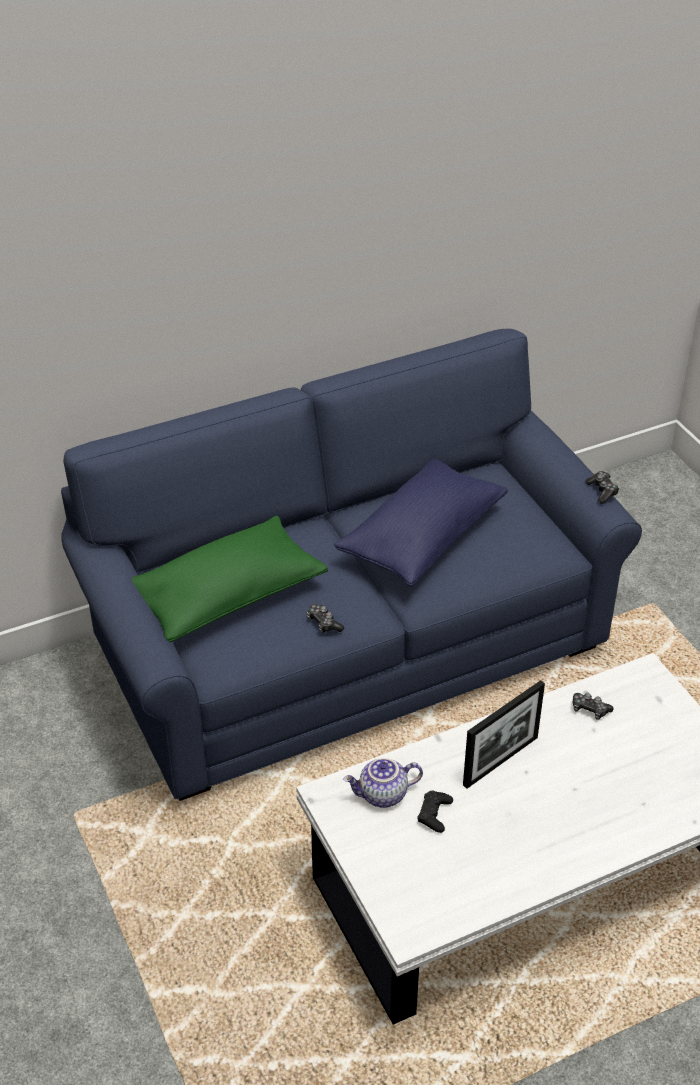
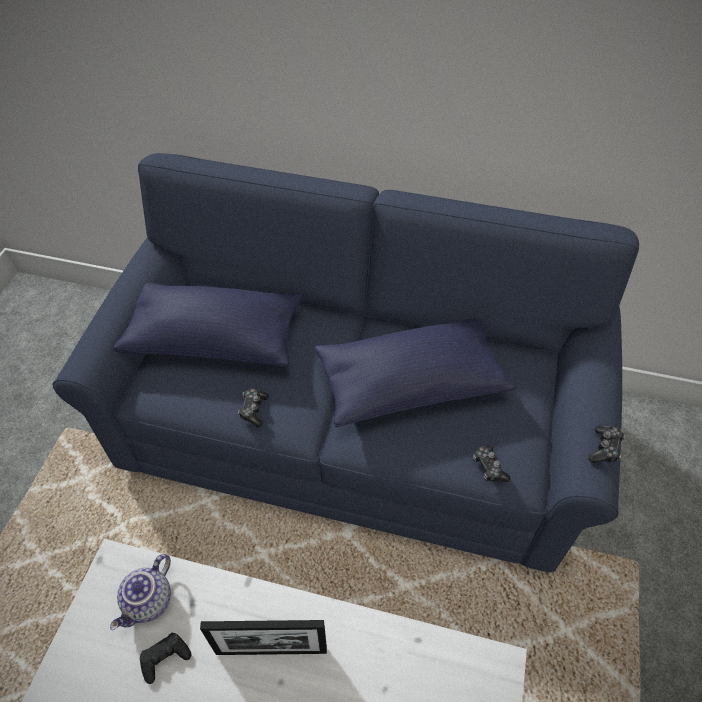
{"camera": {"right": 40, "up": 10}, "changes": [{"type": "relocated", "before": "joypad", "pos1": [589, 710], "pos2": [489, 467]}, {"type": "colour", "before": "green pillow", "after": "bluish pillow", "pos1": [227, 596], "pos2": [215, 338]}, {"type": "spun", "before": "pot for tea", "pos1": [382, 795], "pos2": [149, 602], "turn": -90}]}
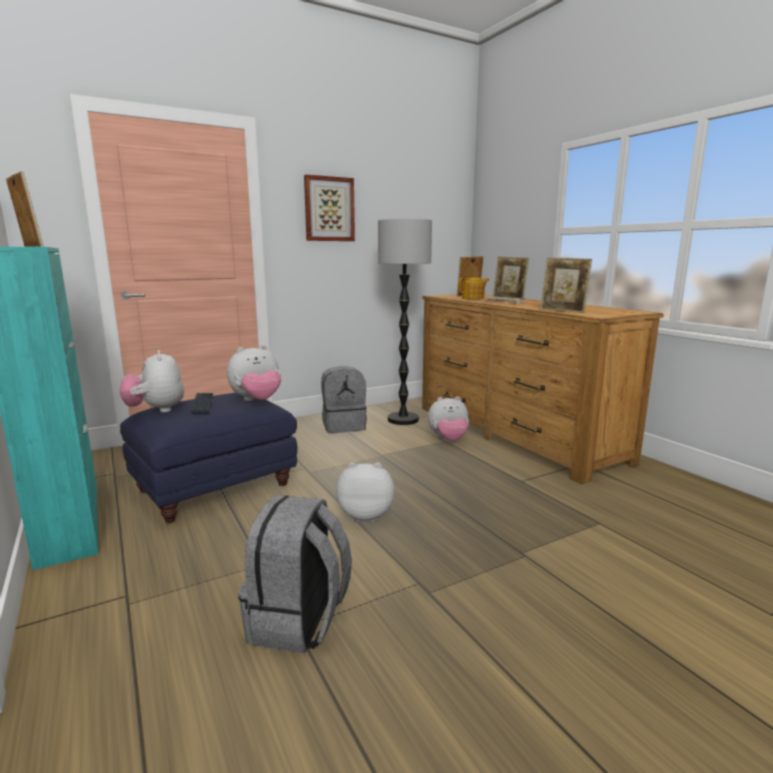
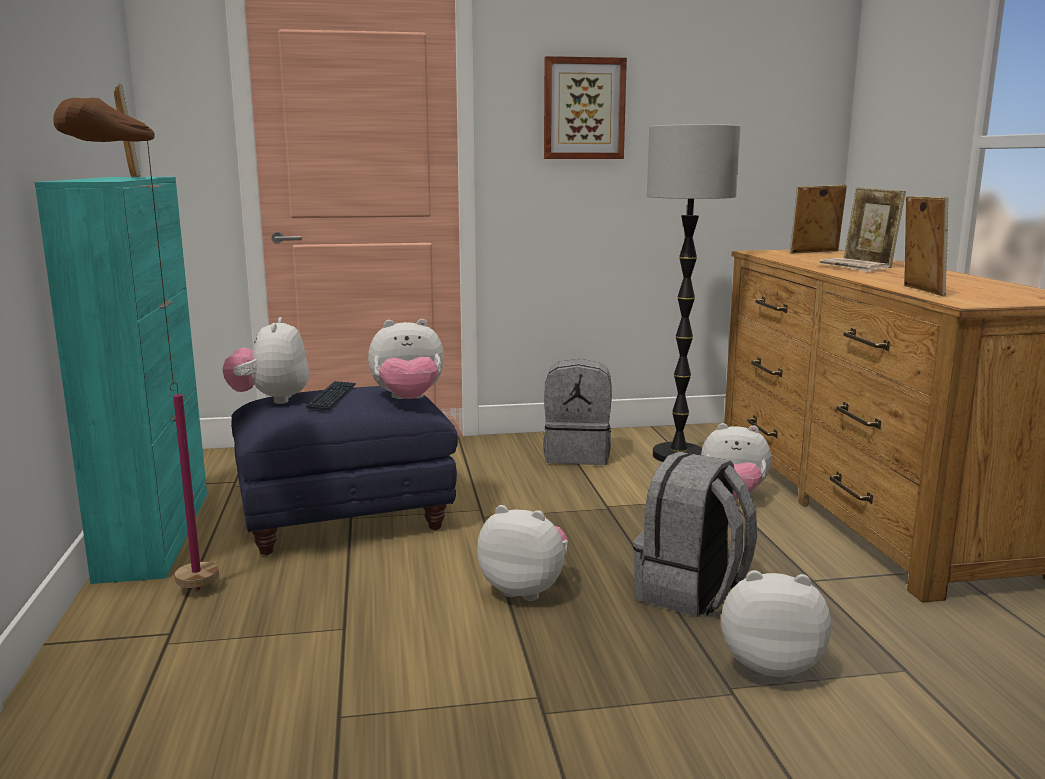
{"camera": {"right": 20, "up": 0}, "changes": [{"type": "missing", "before": "pot for tea", "pos1": [473, 298]}, {"type": "appeared", "after": "brown-coloured floor lamp", "pos2": [172, 606]}, {"type": "appeared", "after": "plush toy", "pos2": [769, 665]}, {"type": "relocated", "before": "greyish knapsack", "pos1": [299, 621], "pos2": [691, 593]}, {"type": "spun", "before": "photo frame", "pos1": [562, 311], "pos2": [919, 291], "turn": -150}]}
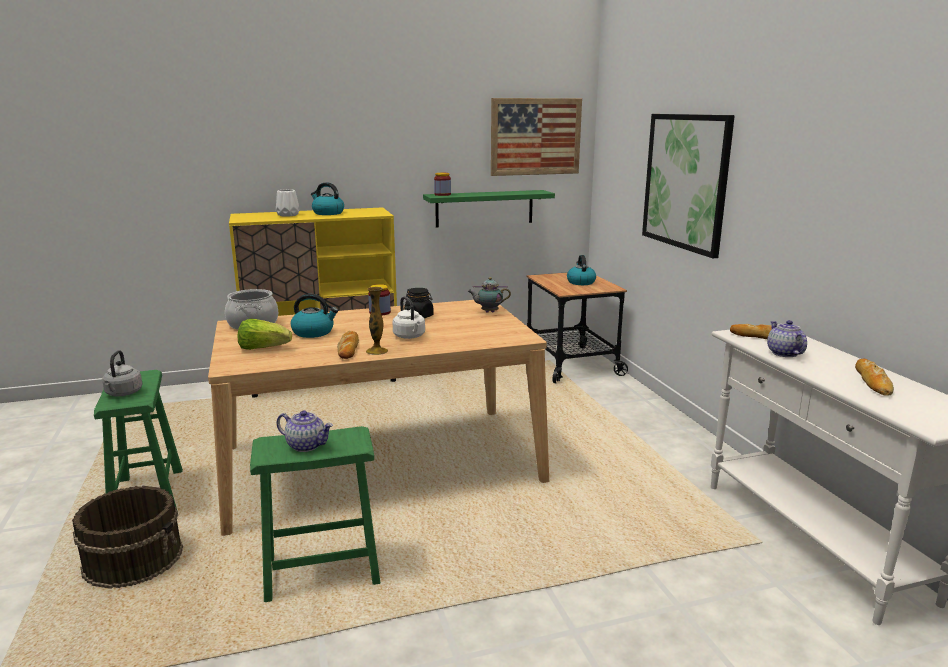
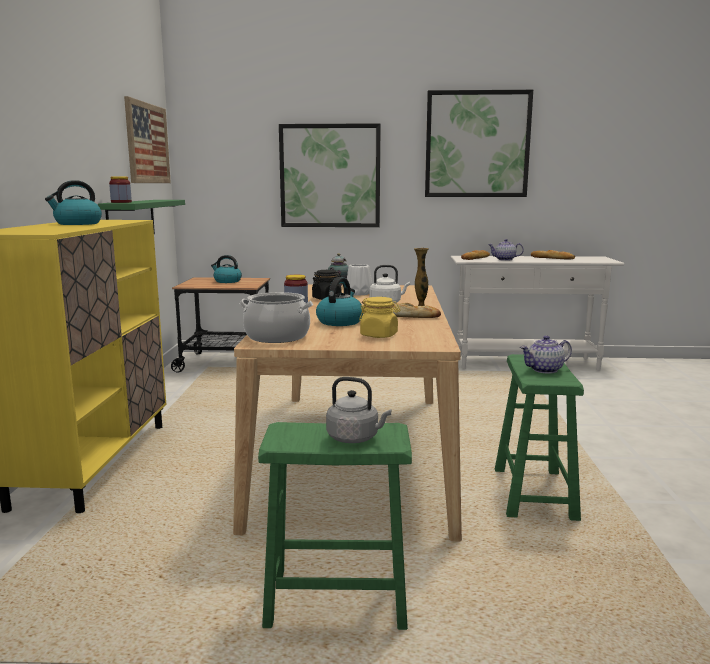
{"camera": {"right": -70, "up": -5}, "changes": [{"type": "missing", "before": "brown-coloured water bucket", "pos1": [134, 559]}, {"type": "appeared", "after": "wall picture", "pos2": [477, 144]}, {"type": "relocated", "before": "whitish flower vase", "pos1": [287, 215], "pos2": [359, 293]}, {"type": "exchanged", "before": "lettuce head", "after": "yellow-coloured storage jar", "pos1": [263, 348], "pos2": [379, 335]}, {"type": "spun", "before": "pot for tea", "pos1": [307, 445], "pos2": [544, 370], "turn": -150}]}
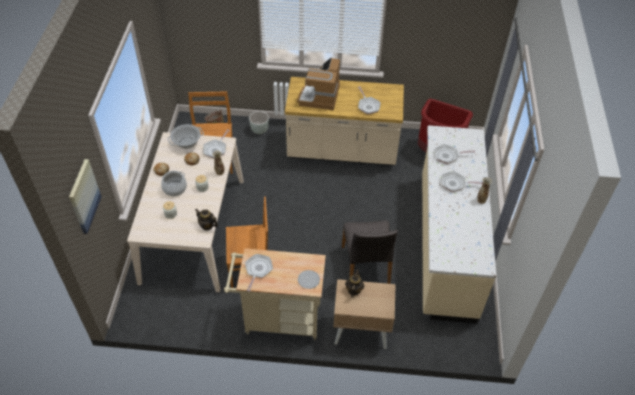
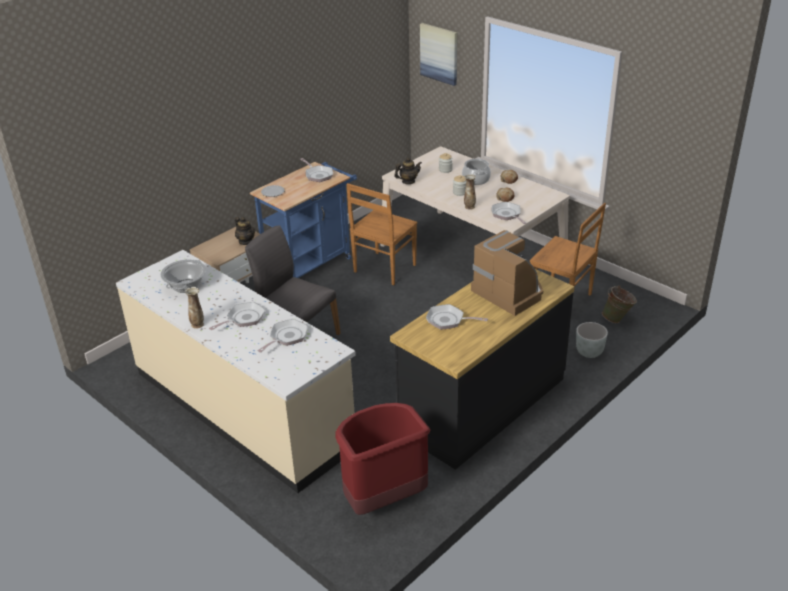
{"camera": {"right": 130, "up": -15}, "changes": [{"type": "relocated", "before": "cooking pot", "pos1": [186, 143], "pos2": [186, 286]}, {"type": "colour", "before": "beige-coloured cart", "after": "bluish cart", "pos1": [278, 319], "pos2": [312, 263]}, {"type": "colour", "before": "beige-coloured kitchen counter", "after": "blackish kitchen counter", "pos1": [342, 151], "pos2": [481, 404]}]}
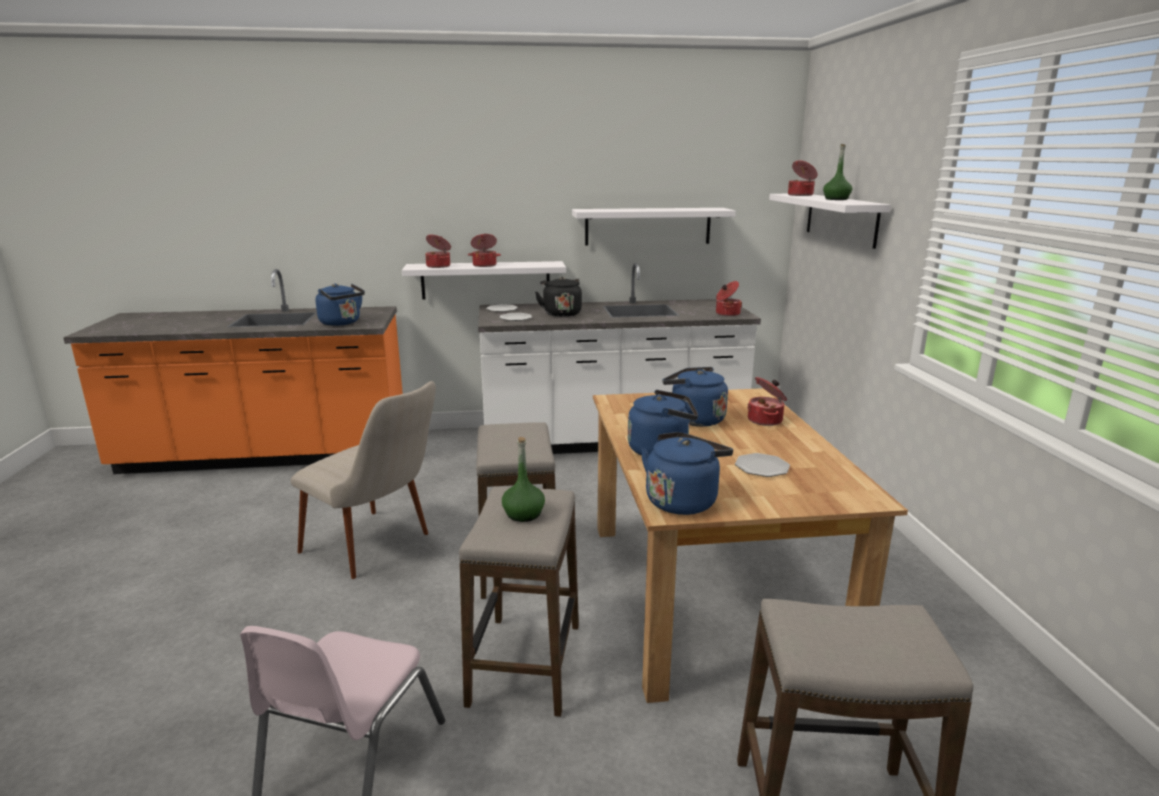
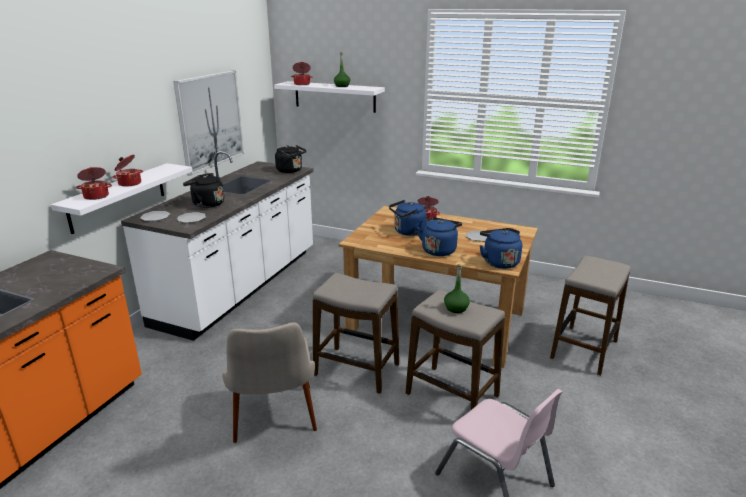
{"camera": {"right": -60, "up": 5}, "changes": [{"type": "missing", "before": "bluish tea kettle", "pos1": [342, 323]}, {"type": "exchanged", "before": "whitish shelf", "after": "wall picture", "pos1": [648, 226], "pos2": [210, 121]}, {"type": "exchanged", "before": "cooking pot", "after": "blackish tea kettle", "pos1": [727, 314], "pos2": [291, 171]}, {"type": "spun", "before": "beige-coloured chair", "pos1": [379, 549], "pos2": [274, 424], "turn": 105}]}
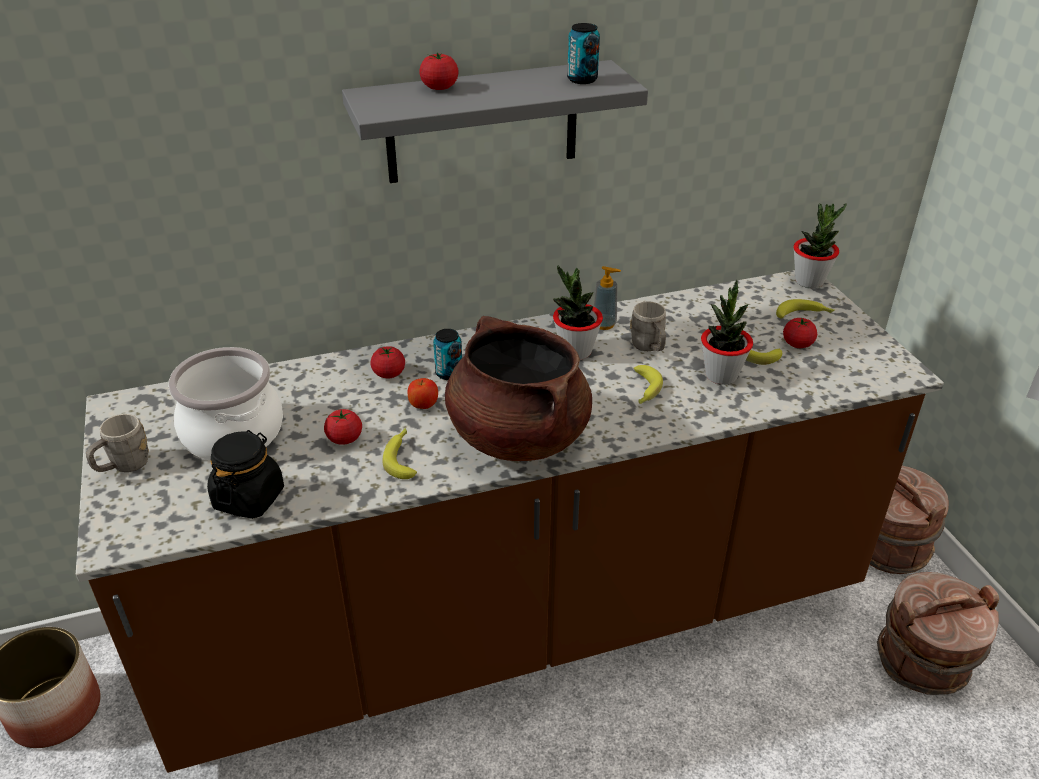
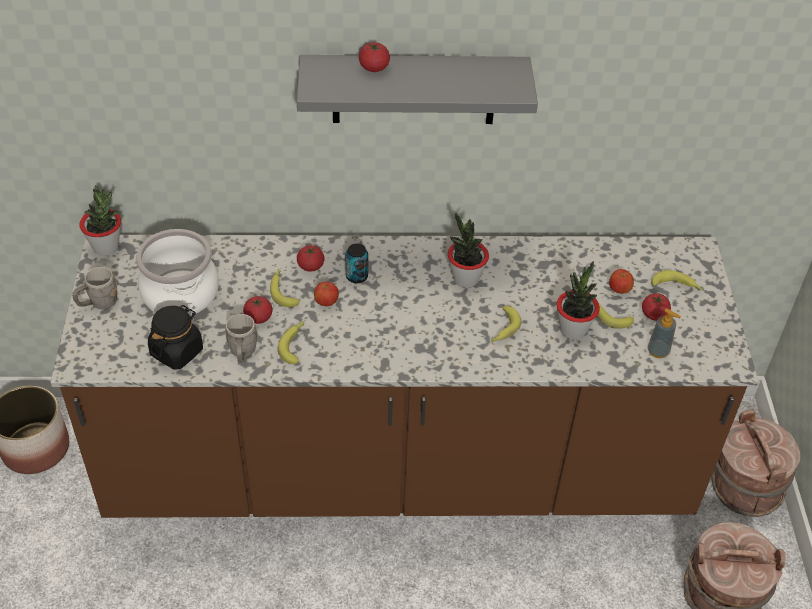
{"camera": {"right": 15, "up": 10}, "changes": [{"type": "missing", "before": "brown-coloured cooking pot", "pos1": [517, 436]}, {"type": "missing", "before": "sealed can", "pos1": [582, 79]}, {"type": "appeared", "after": "banana", "pos2": [283, 290]}, {"type": "appeared", "after": "whole apple", "pos2": [619, 290]}, {"type": "relocated", "before": "soap bottle", "pos1": [604, 324], "pos2": [658, 351]}, {"type": "relocated", "before": "greyish mug", "pos1": [649, 347], "pos2": [242, 353]}, {"type": "relocated", "before": "houseplant", "pos1": [809, 281], "pos2": [106, 247]}]}
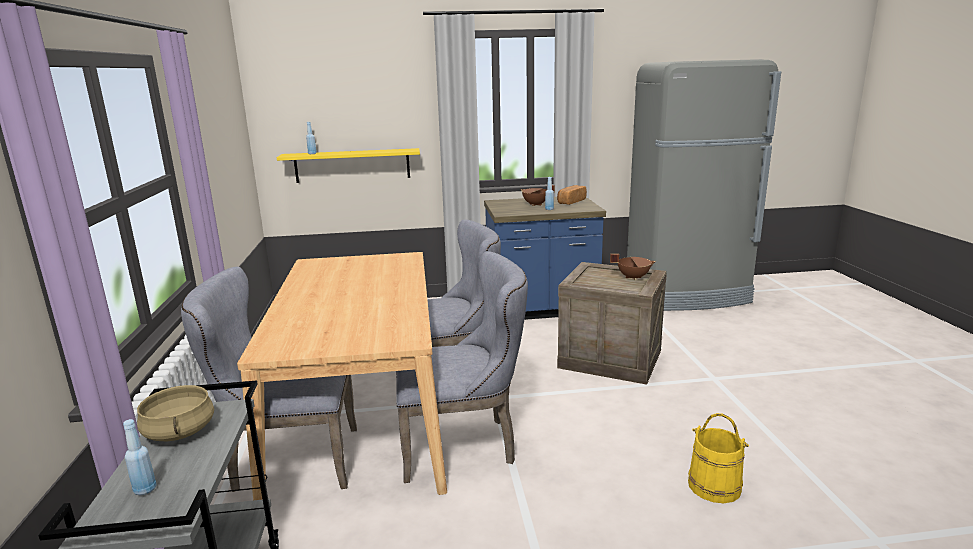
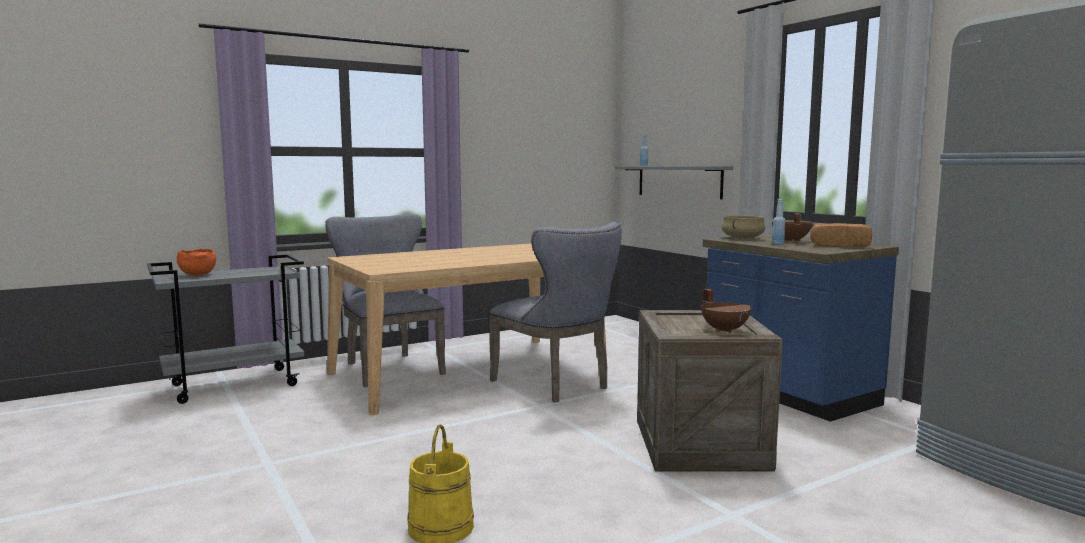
{"camera": {"right": 65, "up": -10}, "changes": [{"type": "missing", "before": "greyish chair", "pos1": [464, 444]}, {"type": "relocated", "before": "beige-coloured cooking pot", "pos1": [180, 431], "pos2": [743, 238]}, {"type": "exchanged", "before": "bluish drink bottle", "after": "orange-coloured serving bowl", "pos1": [145, 489], "pos2": [197, 275]}, {"type": "colour", "before": "yellow-coloured shelf", "after": "greyish shelf", "pos1": [352, 165], "pos2": [679, 181]}]}
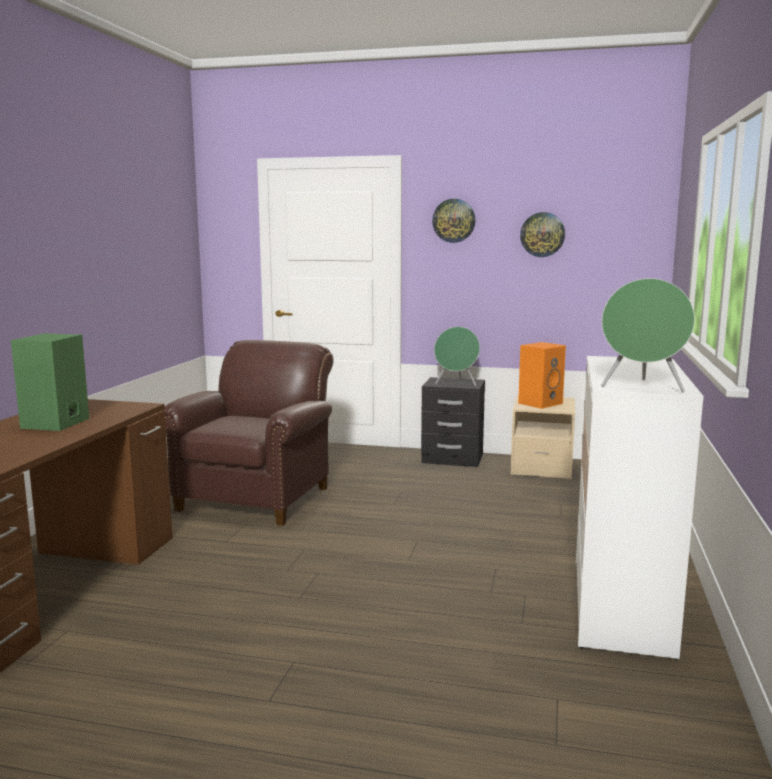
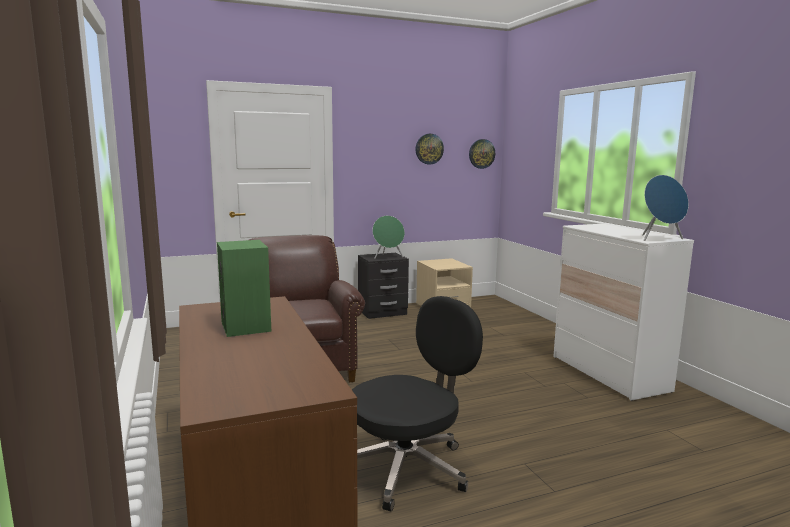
{"camera": {"right": -35, "up": 0}, "changes": [{"type": "missing", "before": "orange-coloured audio speaker", "pos1": [540, 403]}, {"type": "appeared", "after": "blackish office chair", "pos2": [408, 468]}, {"type": "relocated", "before": "hanging clock", "pos1": [453, 220], "pos2": [481, 153]}, {"type": "colour", "before": "green audio speaker", "after": "bluish audio speaker", "pos1": [642, 388], "pos2": [660, 239]}]}
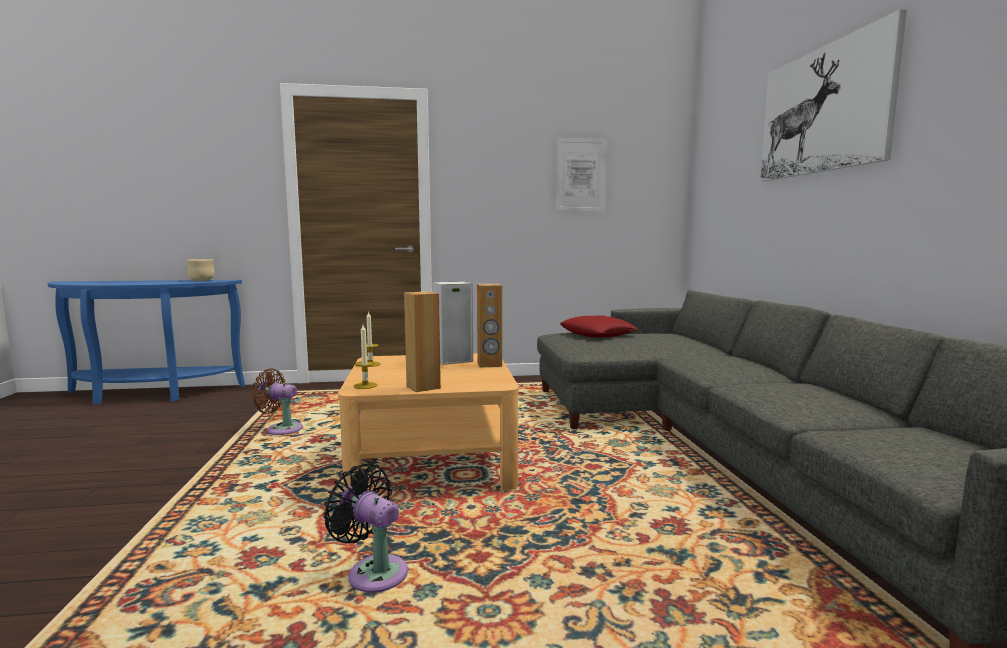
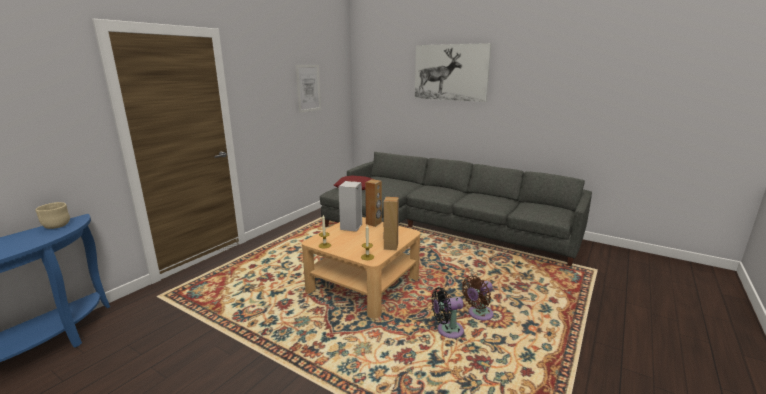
{"camera": {"right": -50, "up": 10}, "changes": [{"type": "relocated", "before": "brown-coloured fan", "pos1": [281, 429], "pos2": [478, 314]}]}
